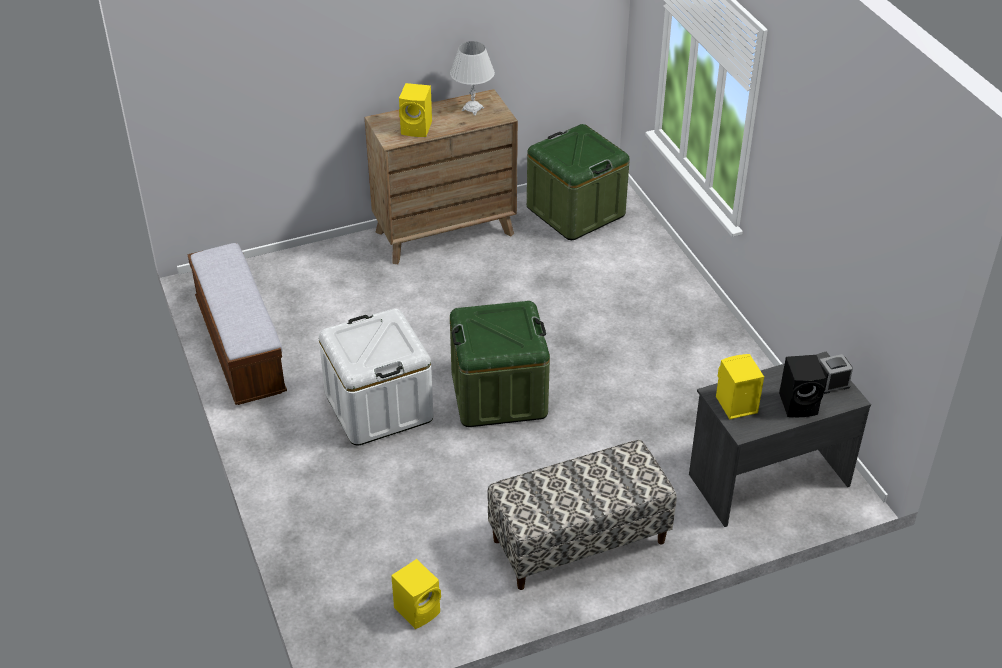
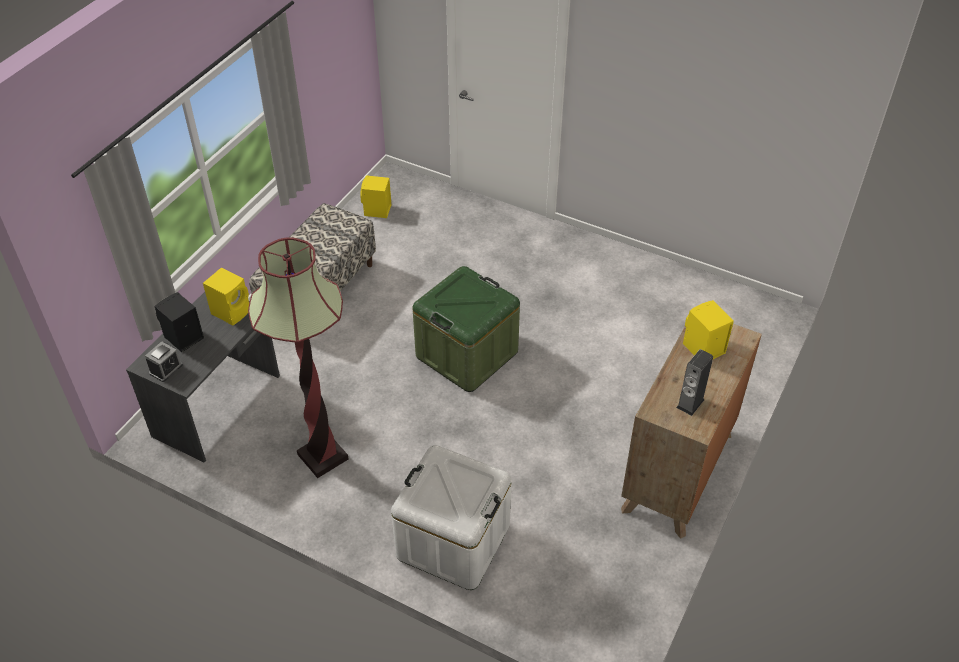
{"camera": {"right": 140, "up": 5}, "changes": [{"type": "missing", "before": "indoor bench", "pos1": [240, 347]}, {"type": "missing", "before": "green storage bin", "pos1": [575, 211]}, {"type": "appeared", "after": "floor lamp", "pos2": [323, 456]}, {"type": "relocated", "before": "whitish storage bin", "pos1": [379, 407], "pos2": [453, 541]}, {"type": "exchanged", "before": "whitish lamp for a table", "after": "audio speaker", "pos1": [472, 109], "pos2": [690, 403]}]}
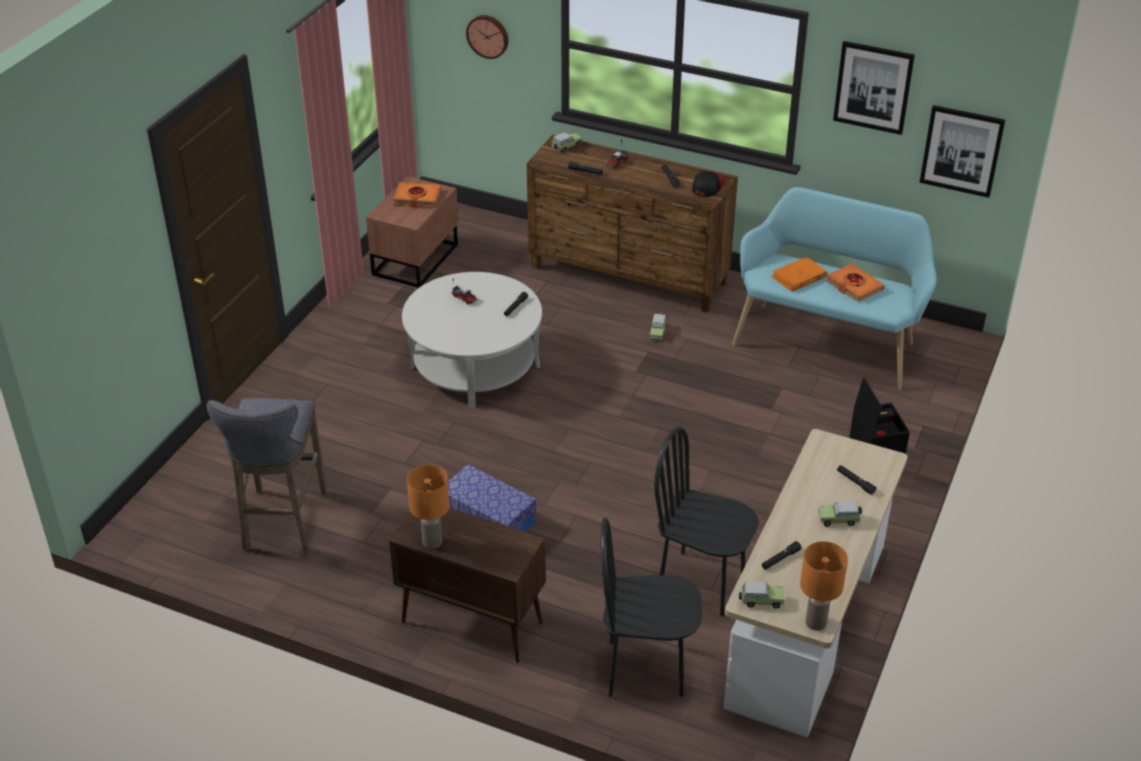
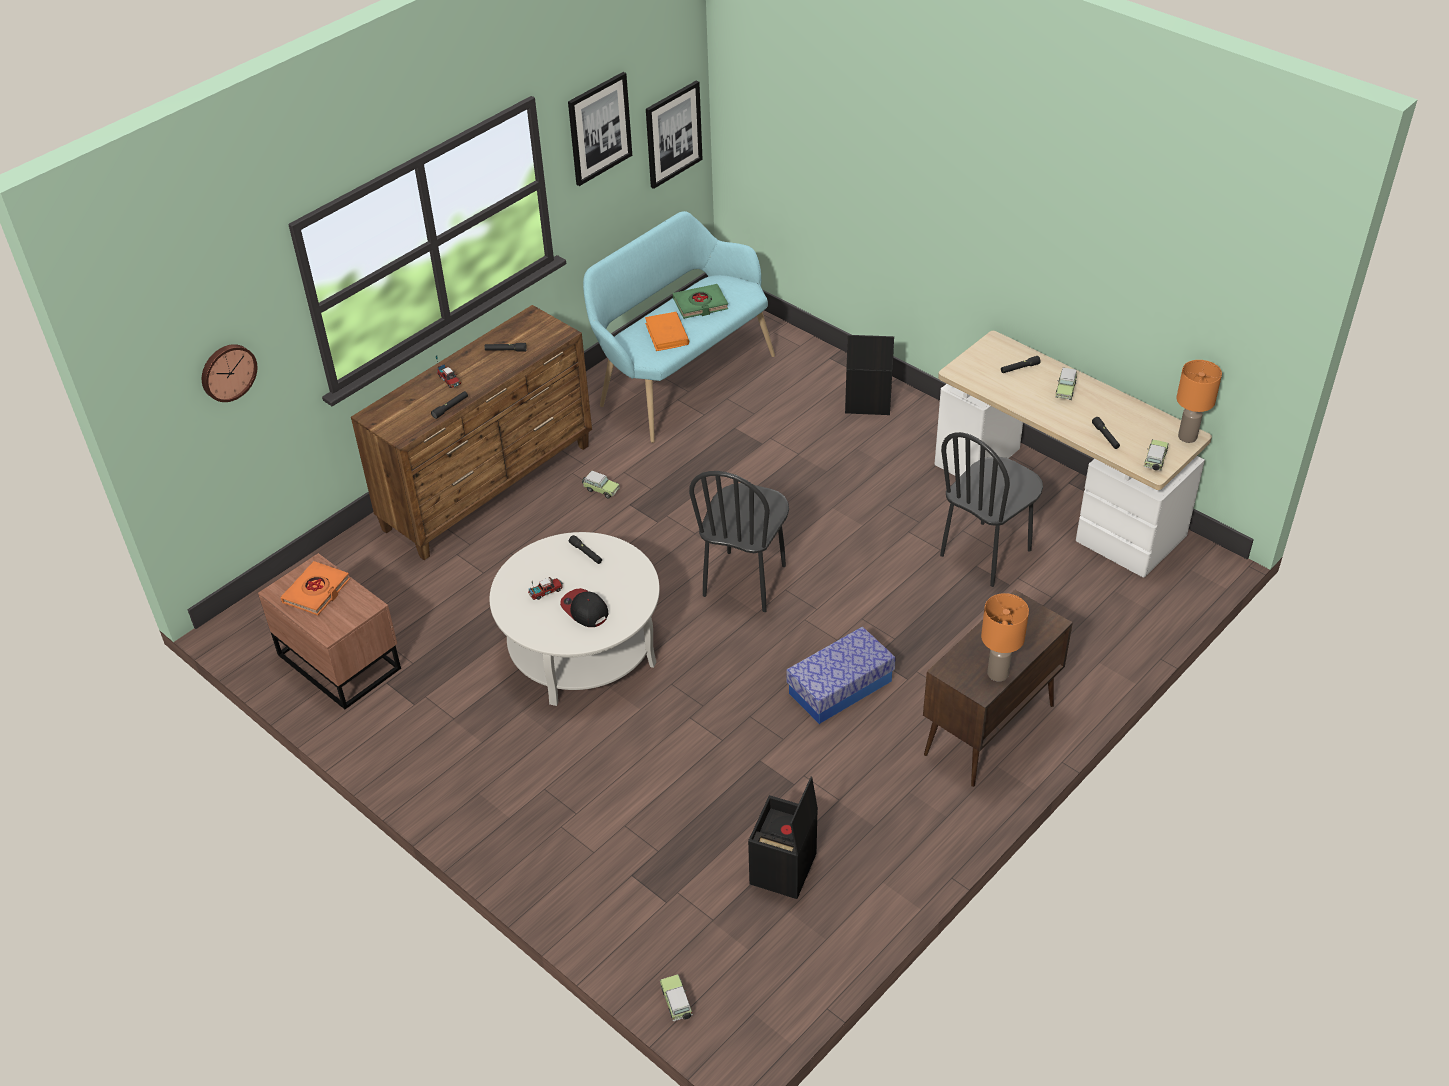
{"camera": {"right": -70, "up": 5}, "changes": [{"type": "relocated", "before": "model car", "pos1": [566, 147], "pos2": [676, 1003]}, {"type": "relocated", "before": "blackish chair", "pos1": [645, 669], "pos2": [745, 581]}, {"type": "relocated", "before": "baseball cap", "pos1": [708, 186], "pos2": [584, 610]}, {"type": "exchanged", "before": "greyish sitting stool", "after": "blackish storage bin", "pos1": [283, 524], "pos2": [783, 870]}, {"type": "colour", "before": "orange-coloured bound book", "after": "green bound book", "pos1": [854, 286], "pos2": [700, 304]}]}
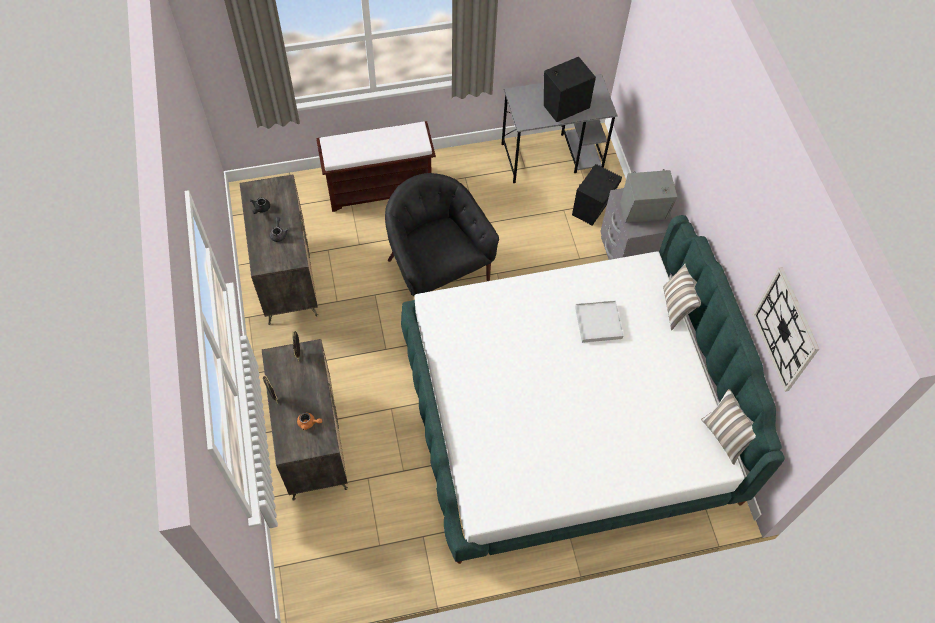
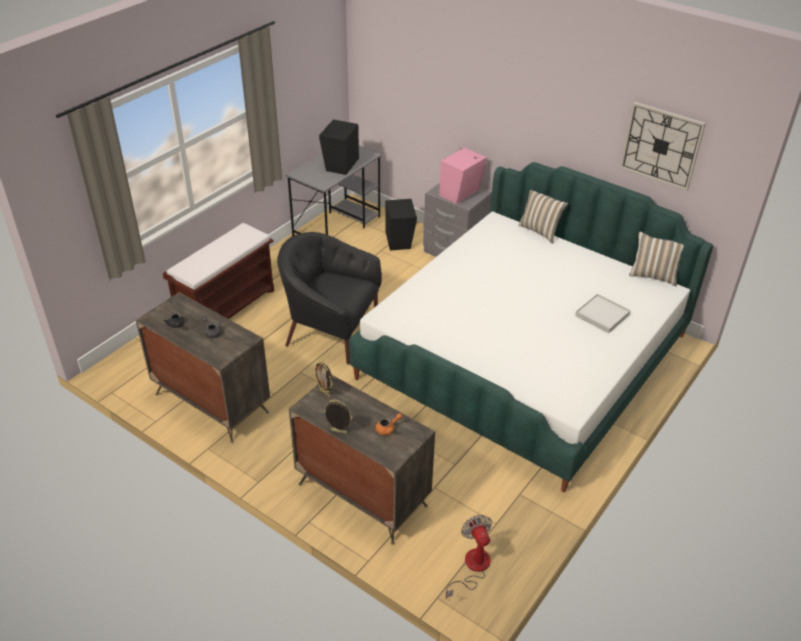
{"camera": {"right": -40, "up": -20}, "changes": [{"type": "appeared", "after": "fan", "pos2": [472, 567]}, {"type": "relocated", "before": "whitish serving tray", "pos1": [598, 322], "pos2": [602, 315]}, {"type": "colour", "before": "greyish audio speaker", "after": "pink audio speaker", "pos1": [644, 212], "pos2": [461, 193]}]}
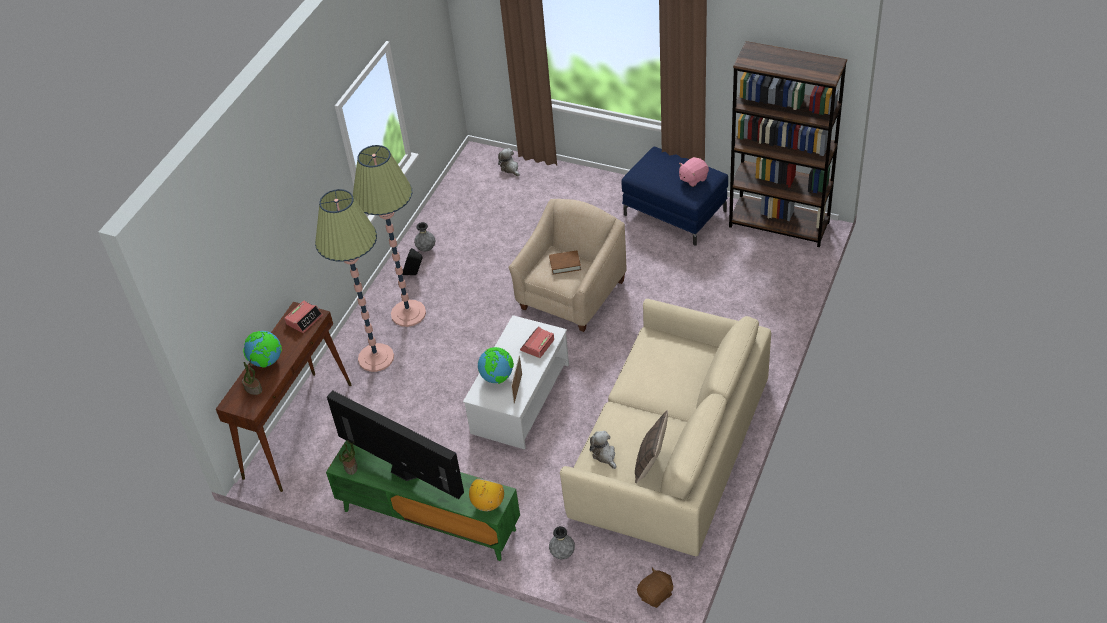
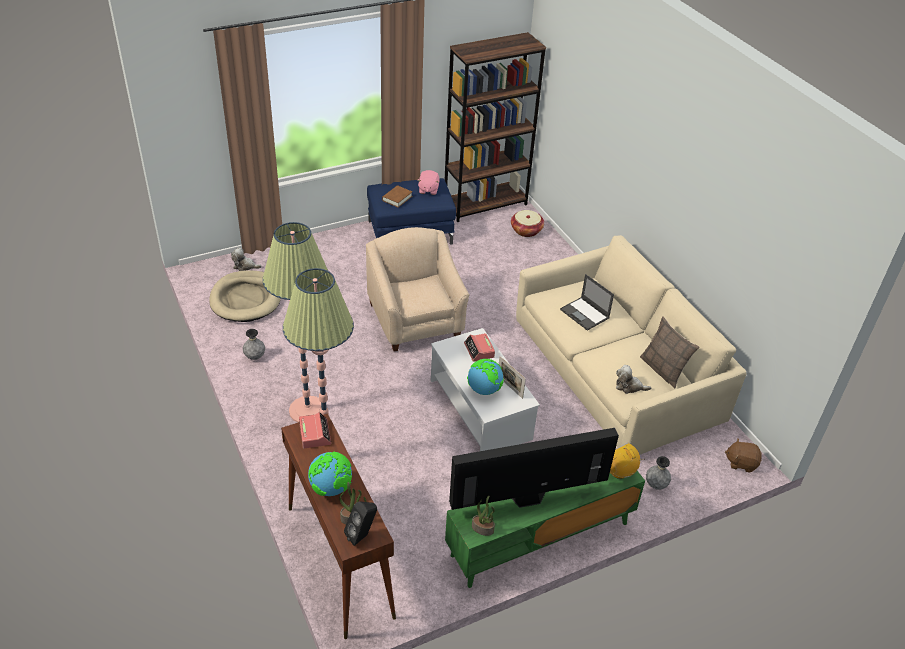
{"camera": {"right": -55, "up": -5}, "changes": [{"type": "appeared", "after": "beige-coloured dog bed", "pos2": [246, 299]}, {"type": "appeared", "after": "storage basket", "pos2": [526, 230]}, {"type": "appeared", "after": "notebook computer", "pos2": [585, 314]}, {"type": "relocated", "before": "blackish audio speaker", "pos1": [414, 274], "pos2": [362, 535]}, {"type": "relocated", "before": "brown-coloured bound book", "pos1": [565, 264], "pos2": [397, 198]}, {"type": "spun", "before": "brown-coloured plush toy", "pos1": [656, 595], "pos2": [741, 462], "turn": -75}]}
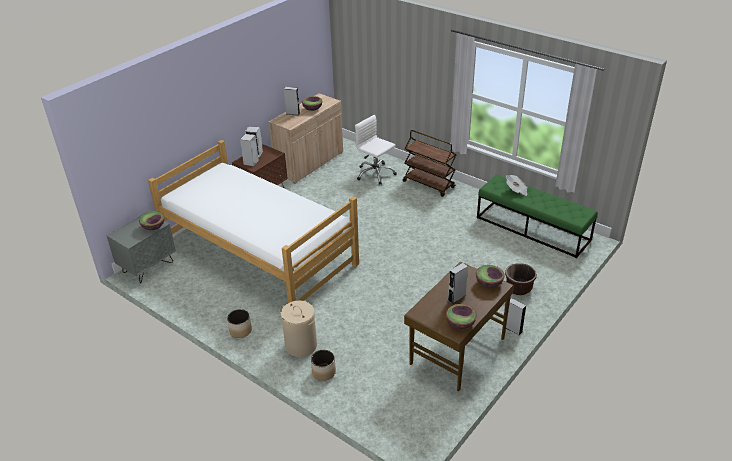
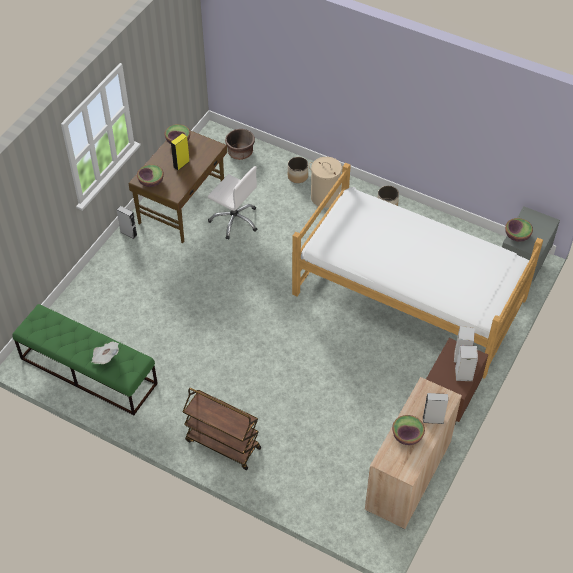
{"camera": {"right": 170, "up": 15}, "changes": [{"type": "relocated", "before": "whitish office chair", "pos1": [375, 174], "pos2": [235, 220]}, {"type": "relocated", "before": "brown-coloured plant pot", "pos1": [518, 288], "pos2": [240, 152]}, {"type": "colour", "before": "greyish audio speaker", "after": "yellow-coloured audio speaker", "pos1": [456, 297], "pos2": [181, 164]}]}
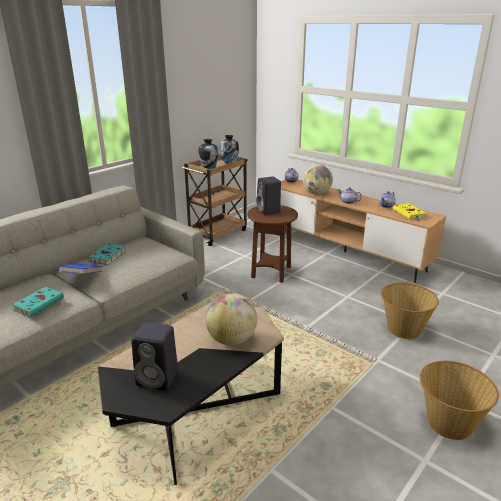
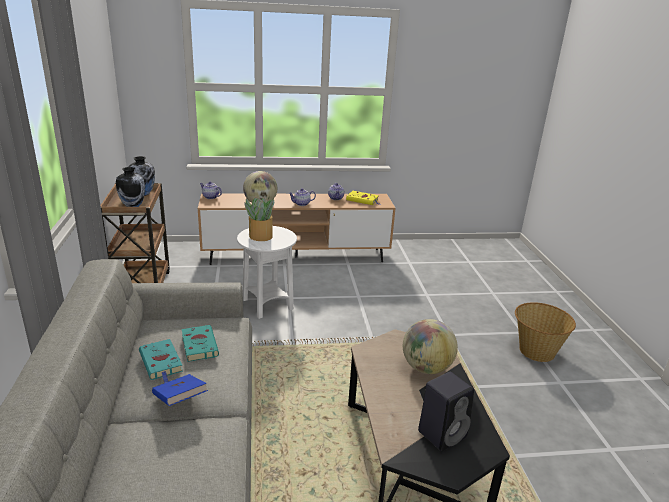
{"camera": {"right": -50, "up": 0}, "changes": [{"type": "missing", "before": "storage basket", "pos1": [403, 329]}, {"type": "relocated", "before": "turquoise-coloured bound book", "pos1": [40, 303], "pos2": [199, 345]}, {"type": "exchanged", "before": "blackish audio speaker", "after": "houseplant", "pos1": [269, 211], "pos2": [260, 236]}, {"type": "colour", "before": "brown-coloured accent table", "after": "whitish accent table", "pos1": [271, 272], "pos2": [267, 305]}]}
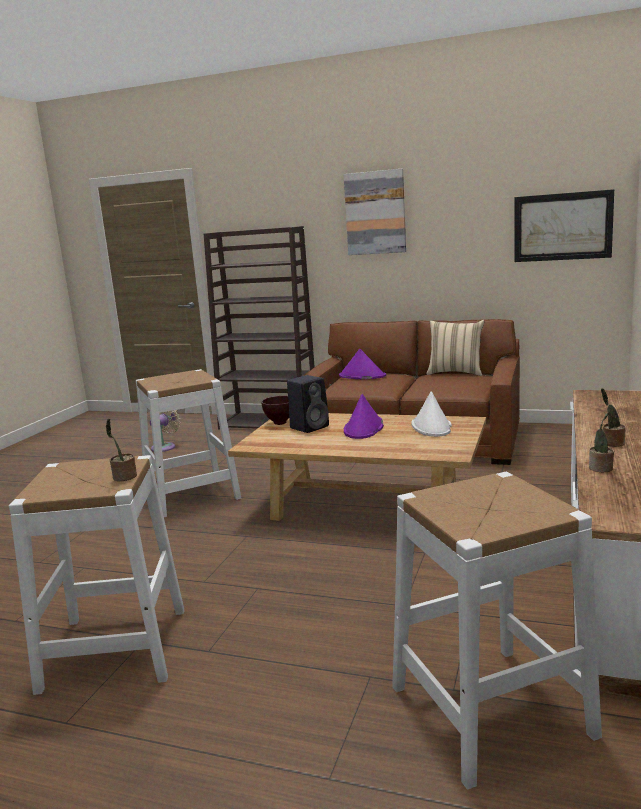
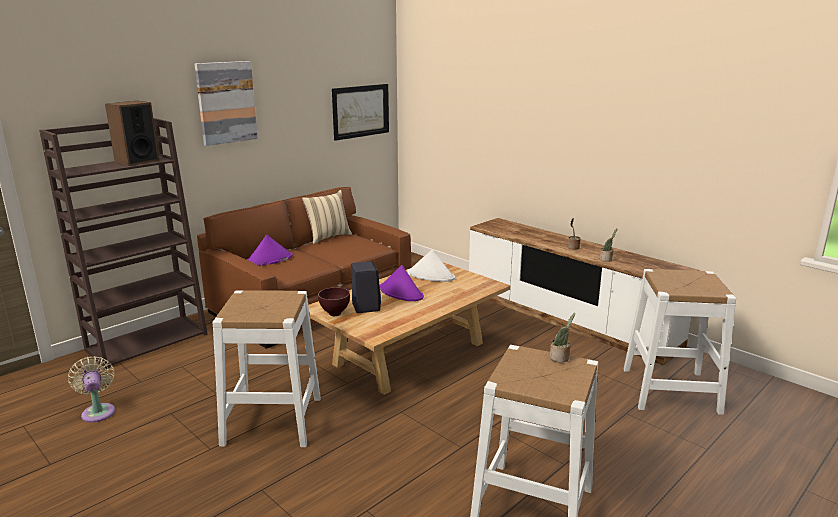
{"camera": {"right": -65, "up": 5}, "changes": [{"type": "appeared", "after": "audio speaker", "pos2": [137, 161]}]}
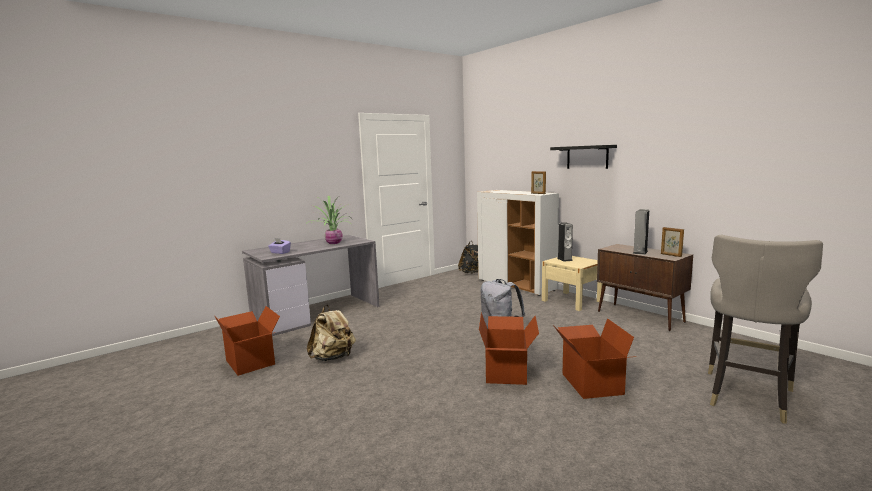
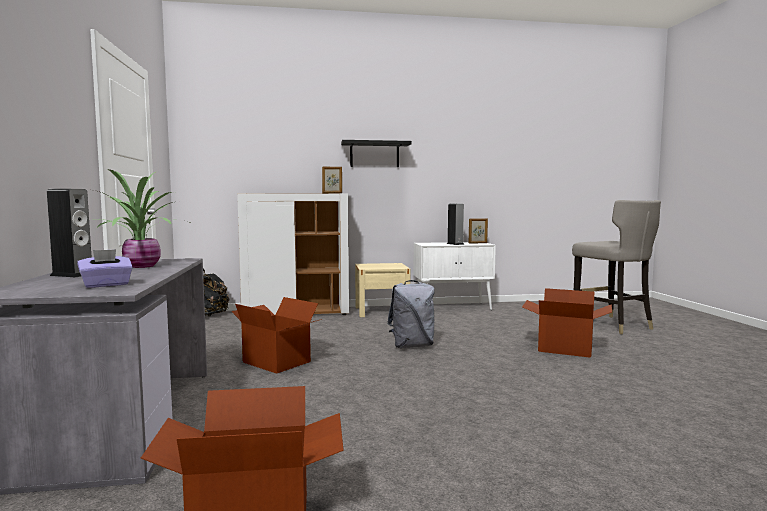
{"camera": {"right": -60, "up": -5}, "changes": [{"type": "missing", "before": "beige-coloured knapsack", "pos1": [333, 358]}, {"type": "relocated", "before": "carton", "pos1": [507, 372], "pos2": [277, 361]}, {"type": "relocated", "before": "audio speaker", "pos1": [564, 259], "pos2": [72, 275]}, {"type": "colour", "before": "brown-coloured cabinet", "after": "whitish cabinet", "pos1": [640, 317], "pos2": [453, 307]}]}
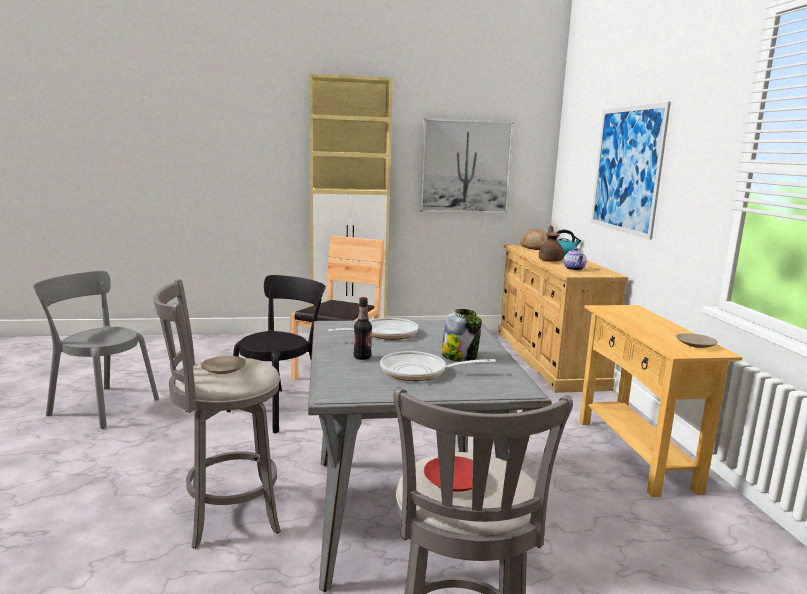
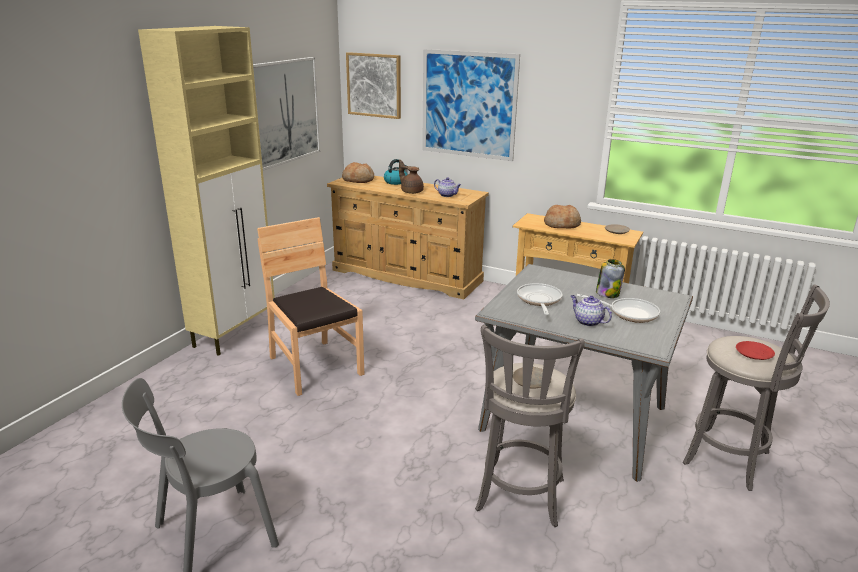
{"camera": {"right": -55, "up": 10}, "changes": [{"type": "missing", "before": "blackish chair", "pos1": [281, 408]}, {"type": "appeared", "after": "wall picture", "pos2": [374, 85]}, {"type": "appeared", "after": "baked bread", "pos2": [562, 224]}, {"type": "exchanged", "before": "drink bottle", "after": "pot for tea", "pos1": [362, 357], "pos2": [587, 322]}, {"type": "spun", "before": "frying pan", "pos1": [419, 372], "pos2": [629, 313], "turn": -105}]}
